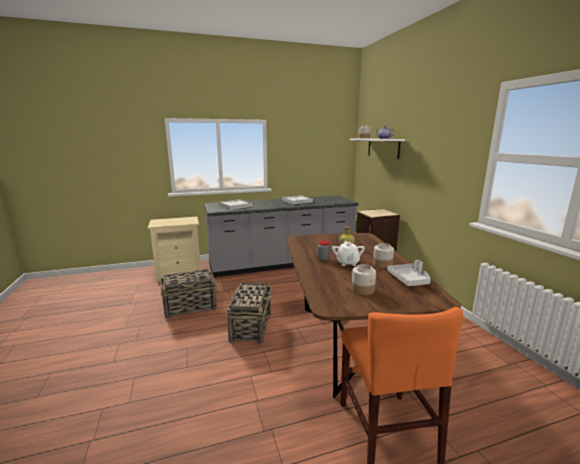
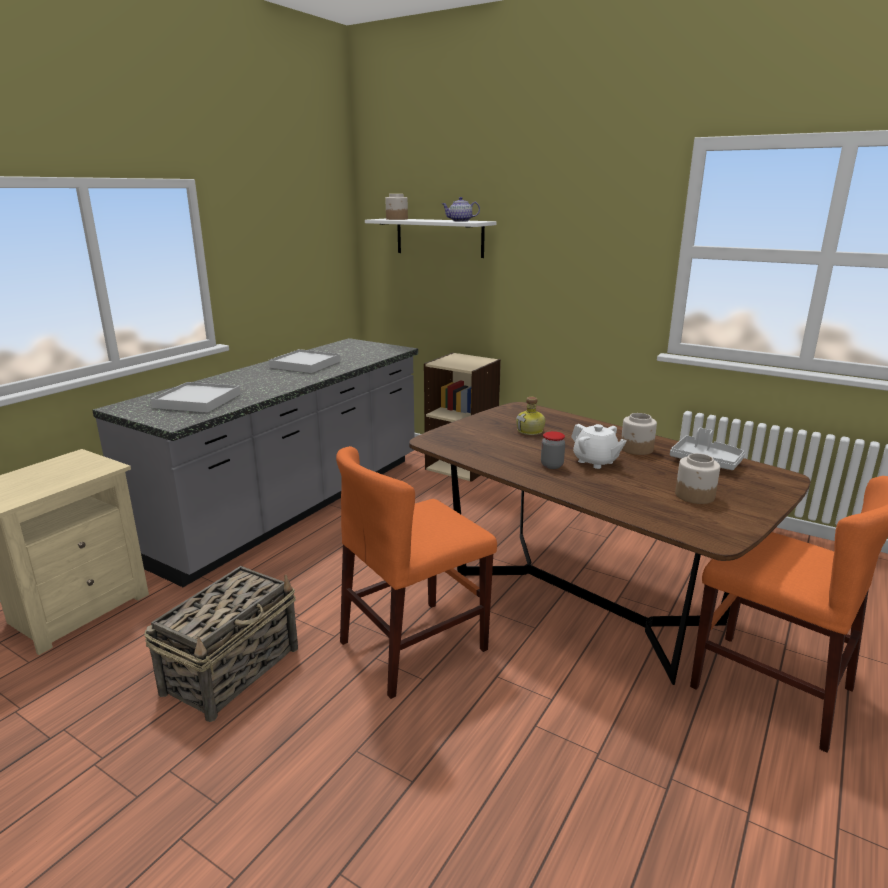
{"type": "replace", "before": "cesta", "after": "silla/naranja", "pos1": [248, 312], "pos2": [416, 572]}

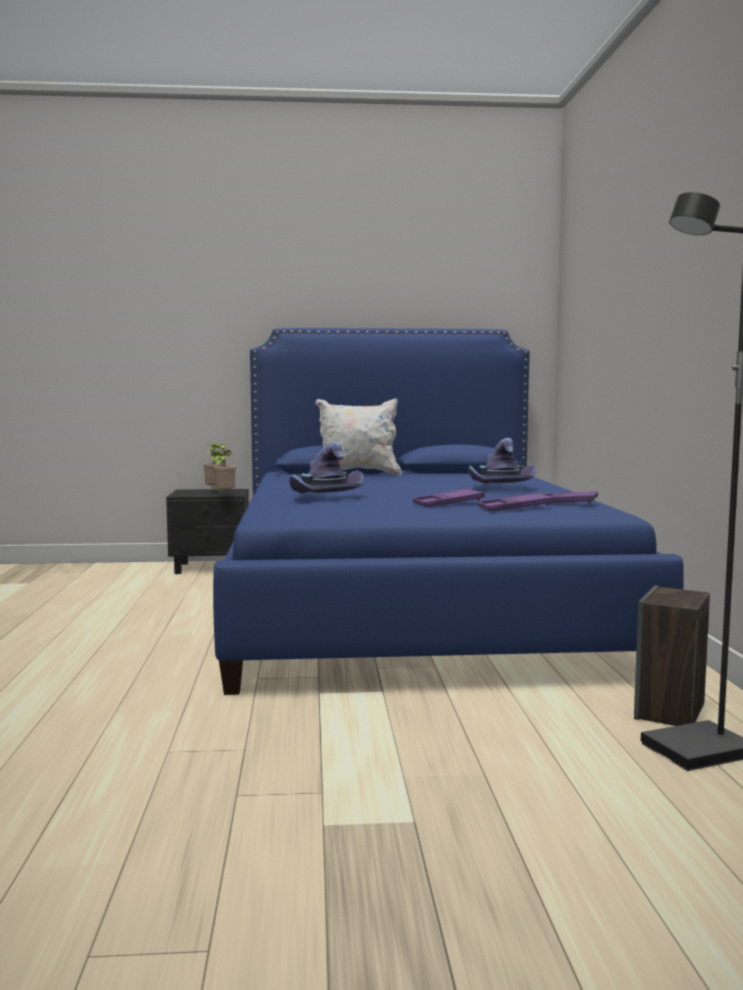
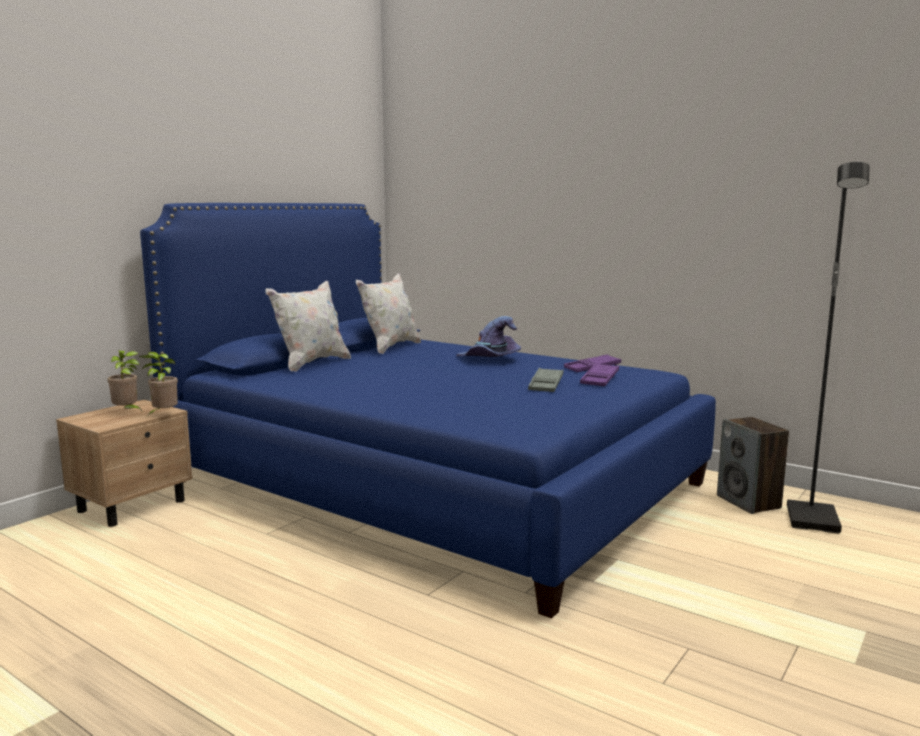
{"type": "delete", "before": "sombrero/morado", "pos1": [326, 467]}
{"type": "recolor", "before": "bandeja/morado", "after": "bandeja/gris", "pos1": [449, 497], "pos2": [545, 380]}
{"type": "recolor", "before": "mesita de noche/negro", "after": "mesita de noche/beis", "pos1": [207, 531], "pos2": [124, 463]}
{"type": "insert", "after": "cojín/blanco", "pos2": [388, 313]}

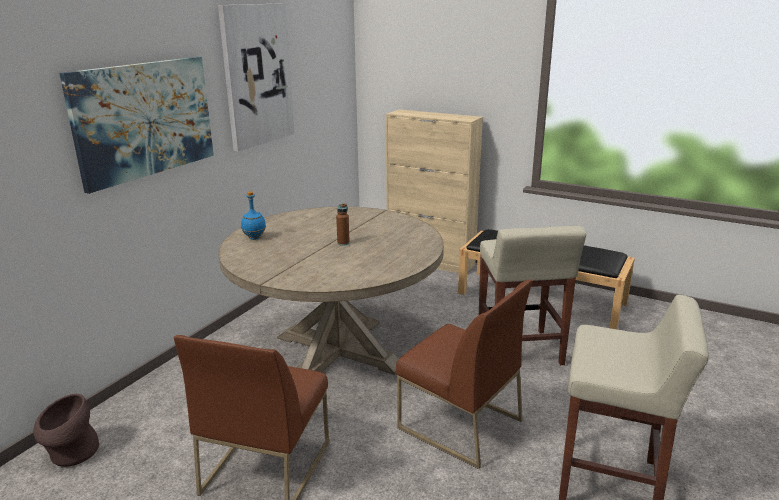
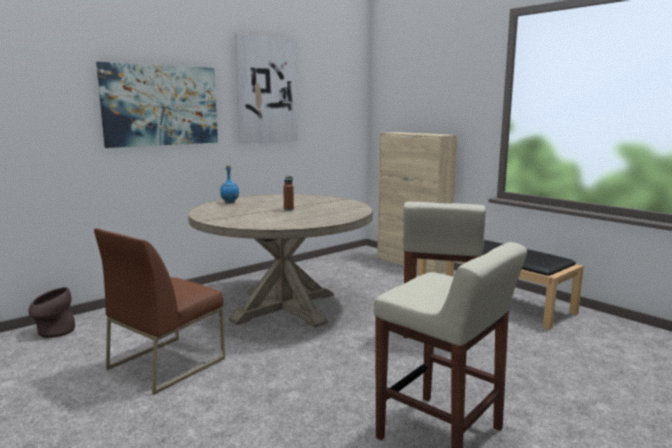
{"type": "delete", "before": "silla/marrón", "pos1": [464, 374]}

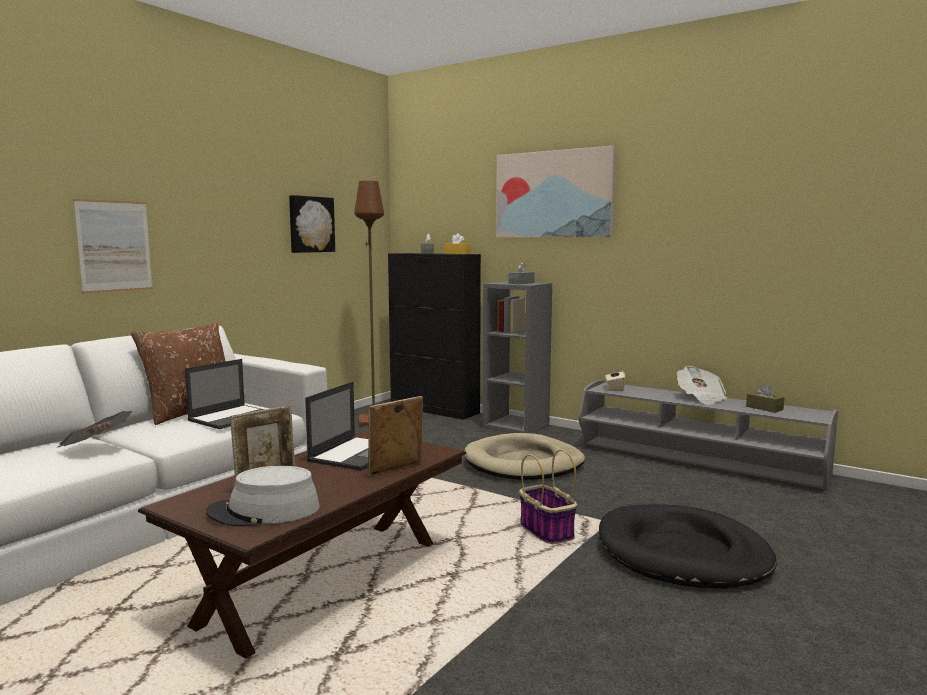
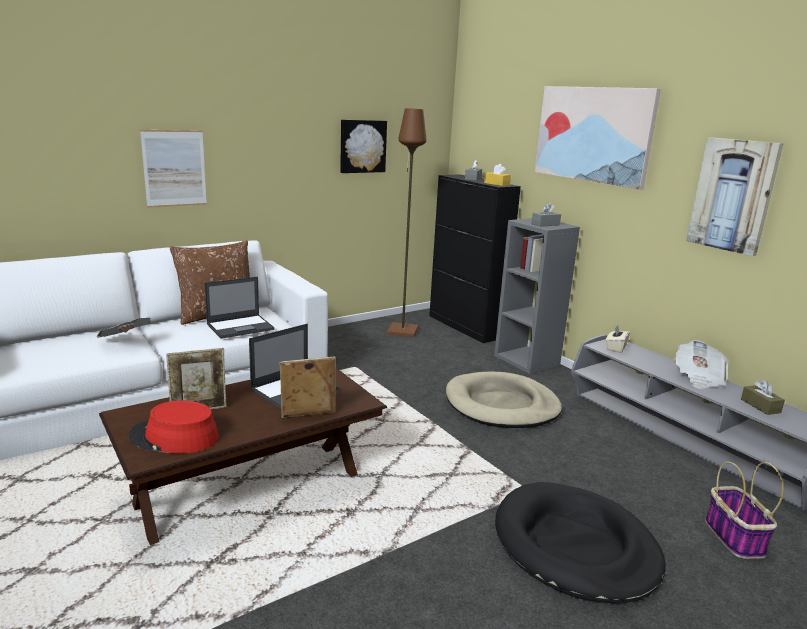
{"type": "move", "before": "cesta", "pos1": [548, 496], "pos2": [744, 510]}
{"type": "recolor", "before": "sombrero/gris", "after": "sombrero/rojo", "pos1": [263, 496], "pos2": [174, 426]}
{"type": "insert", "after": "cuadro", "pos2": [734, 196]}

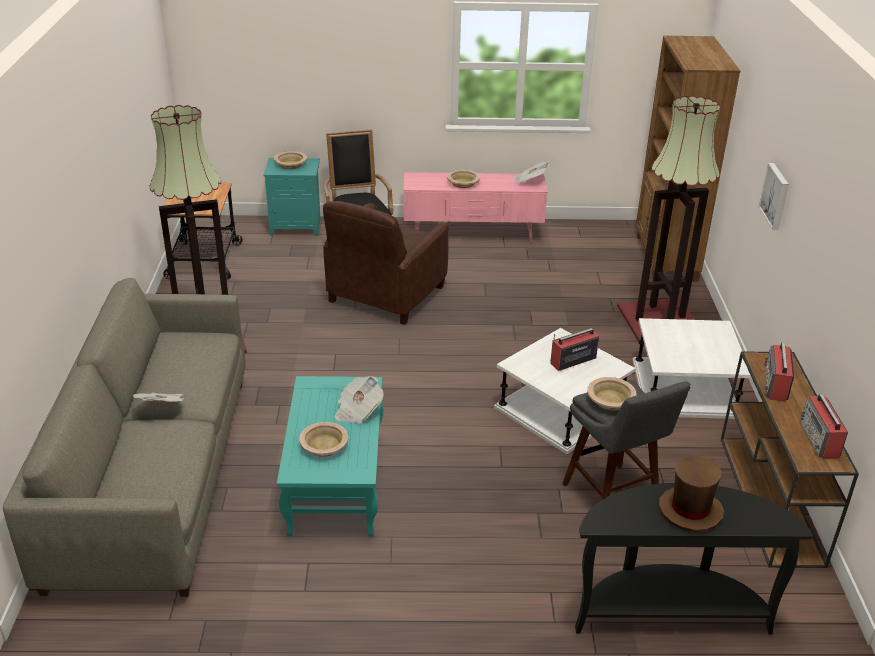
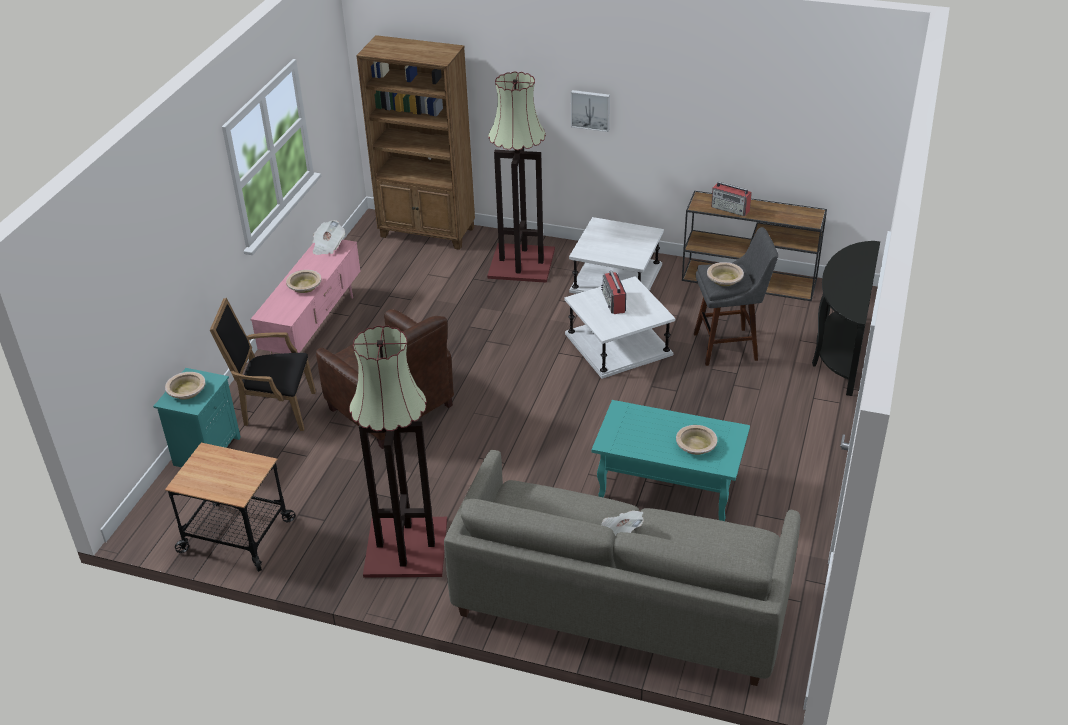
{"type": "delete", "before": "periódico", "pos1": [359, 400]}
{"type": "delete", "before": "radio", "pos1": [824, 426]}
{"type": "delete", "before": "sombrero/marrón", "pos1": [691, 493]}

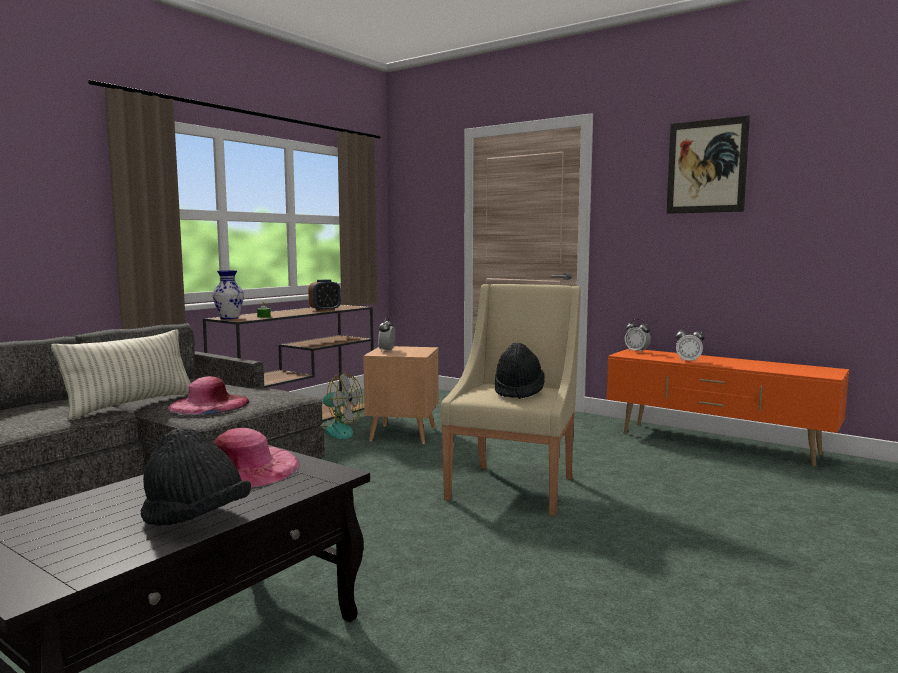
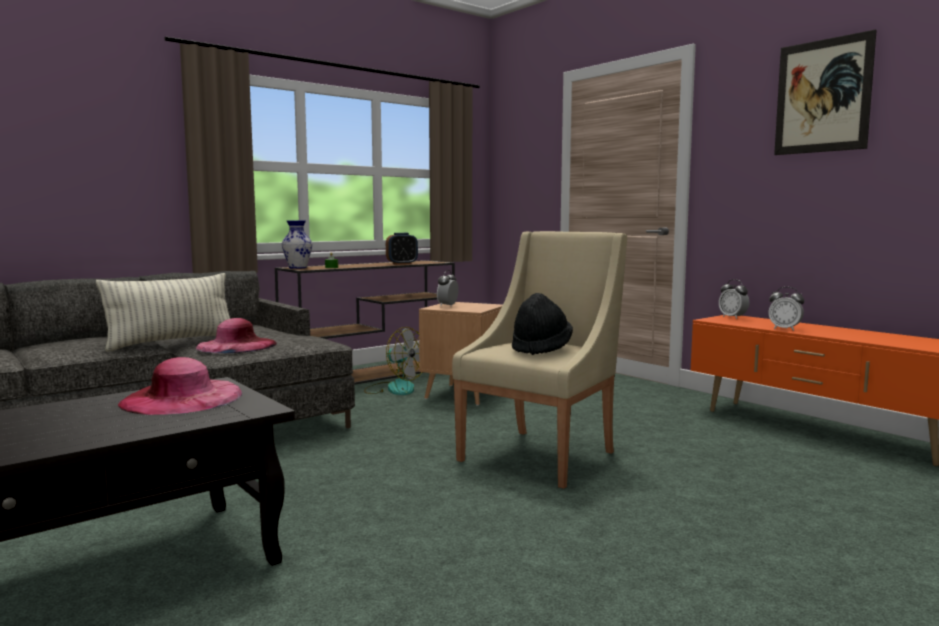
{"type": "delete", "before": "sombrero/negro", "pos1": [196, 477]}

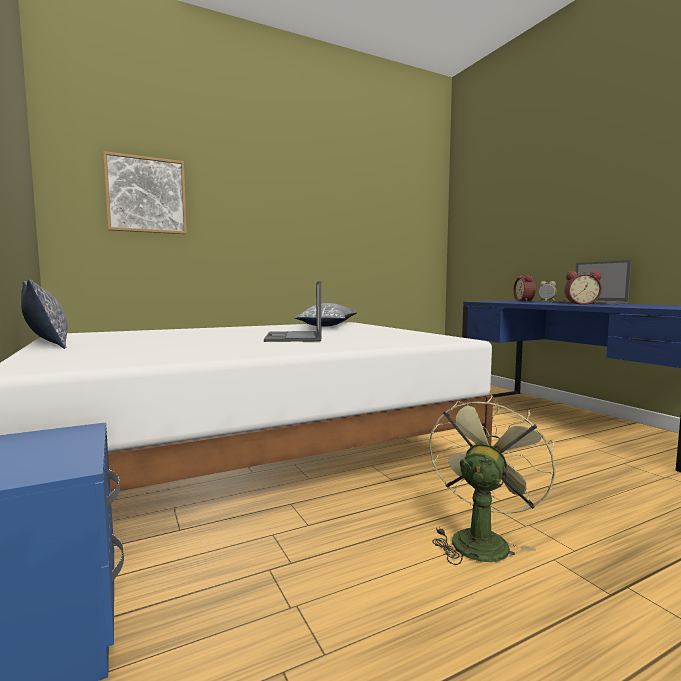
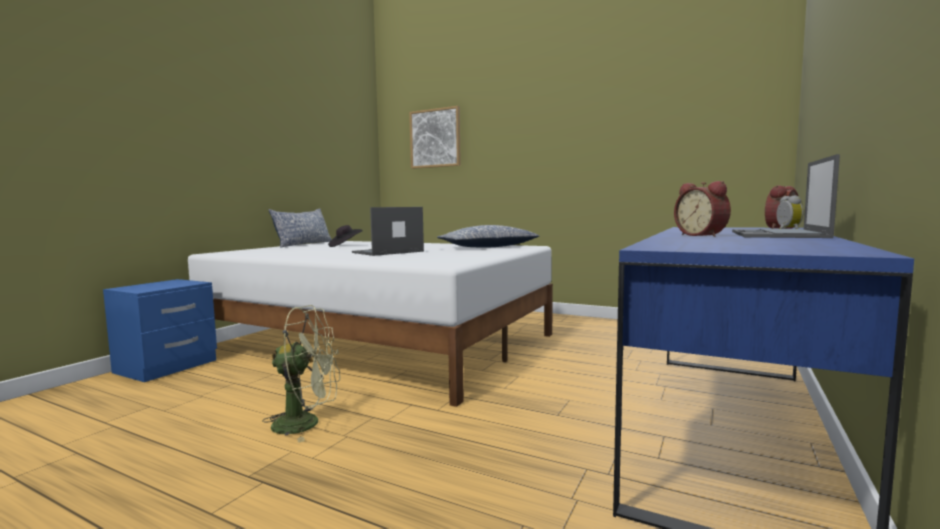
{"type": "insert", "after": "sombrero/negro", "pos2": [345, 236]}

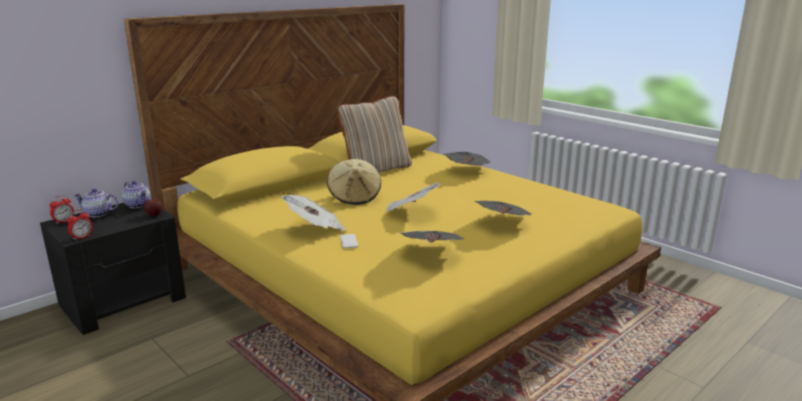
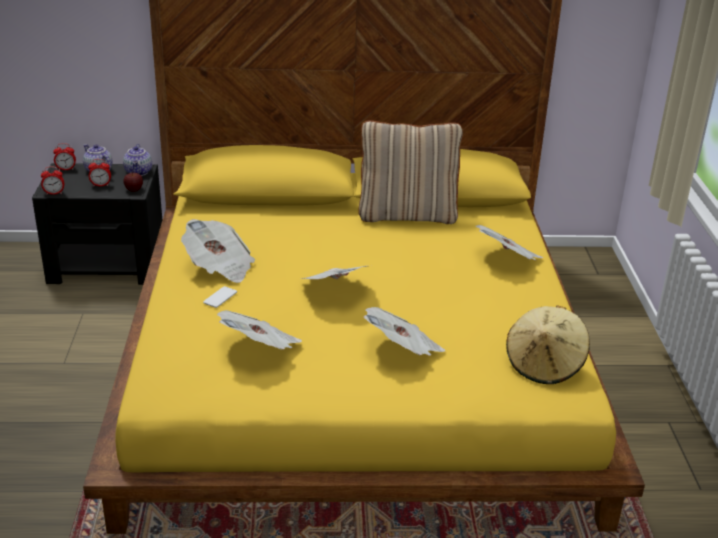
{"type": "move", "before": "sombrero/beis", "pos1": [354, 182], "pos2": [548, 345]}
{"type": "insert", "after": "despertador", "pos2": [99, 173]}

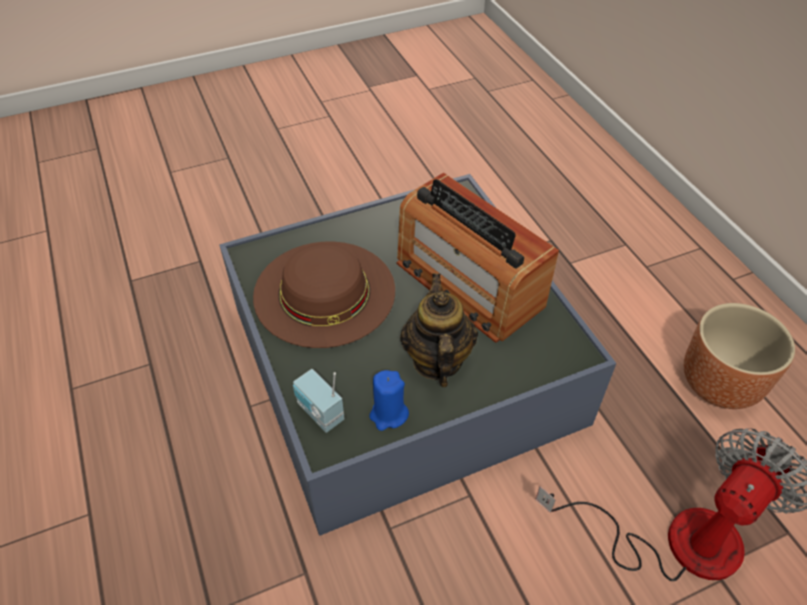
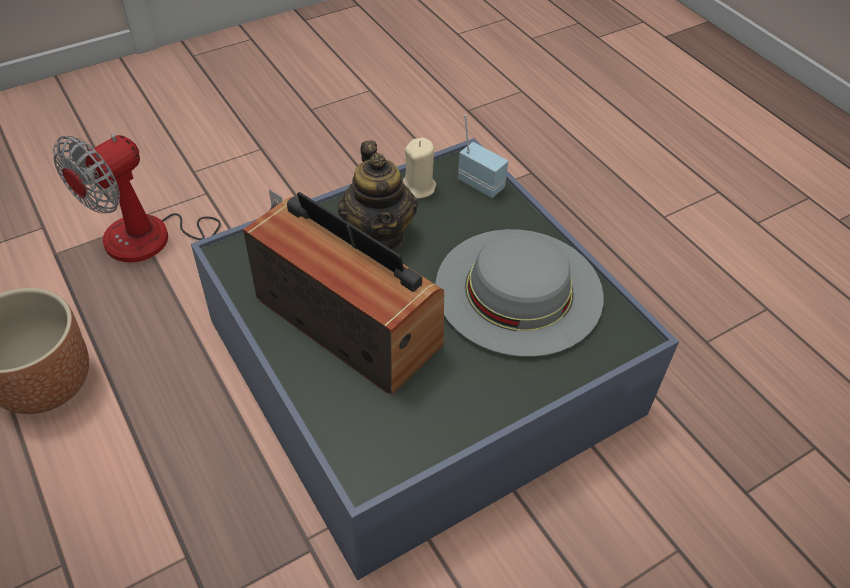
{"type": "recolor", "before": "sombrero/marrón", "after": "sombrero/gris", "pos1": [324, 295], "pos2": [520, 293]}
{"type": "recolor", "before": "vela/azul", "after": "vela/beis", "pos1": [389, 400], "pos2": [419, 168]}

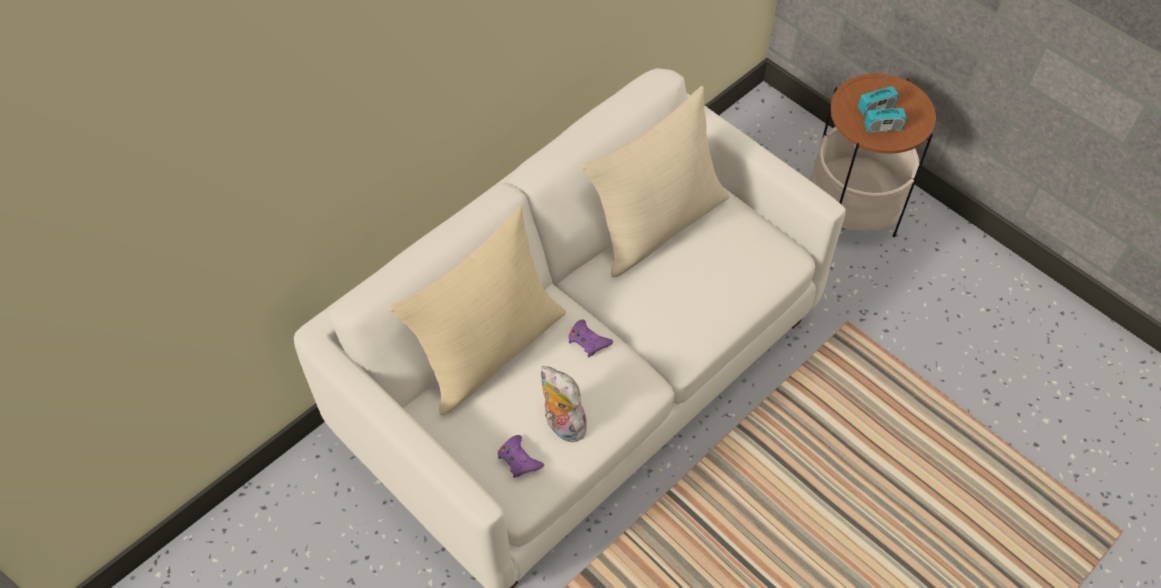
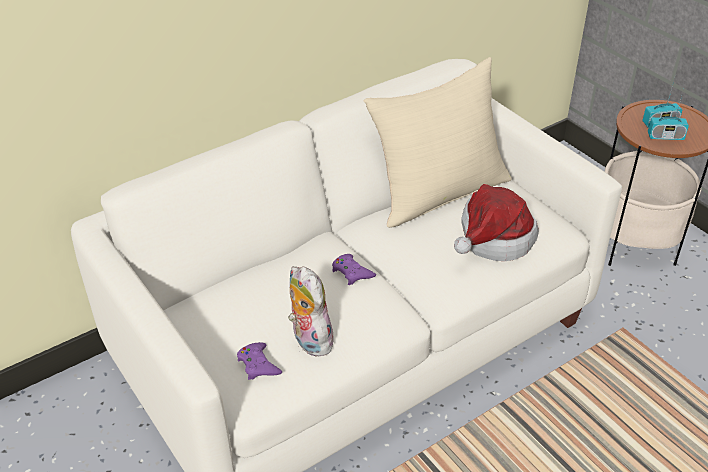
{"type": "delete", "before": "cojín/beis", "pos1": [477, 310]}
{"type": "insert", "after": "sombrero", "pos2": [496, 222]}

